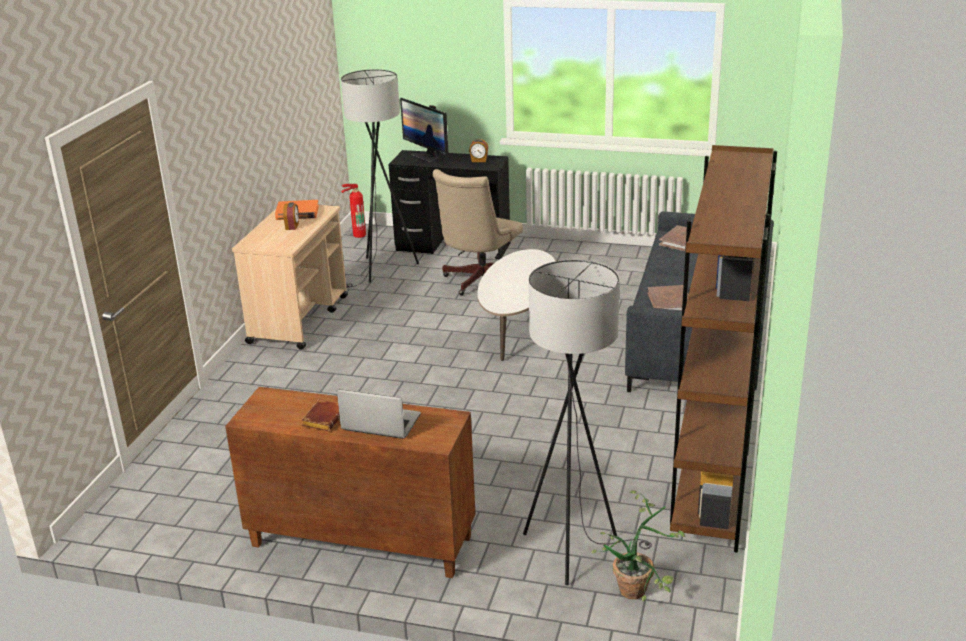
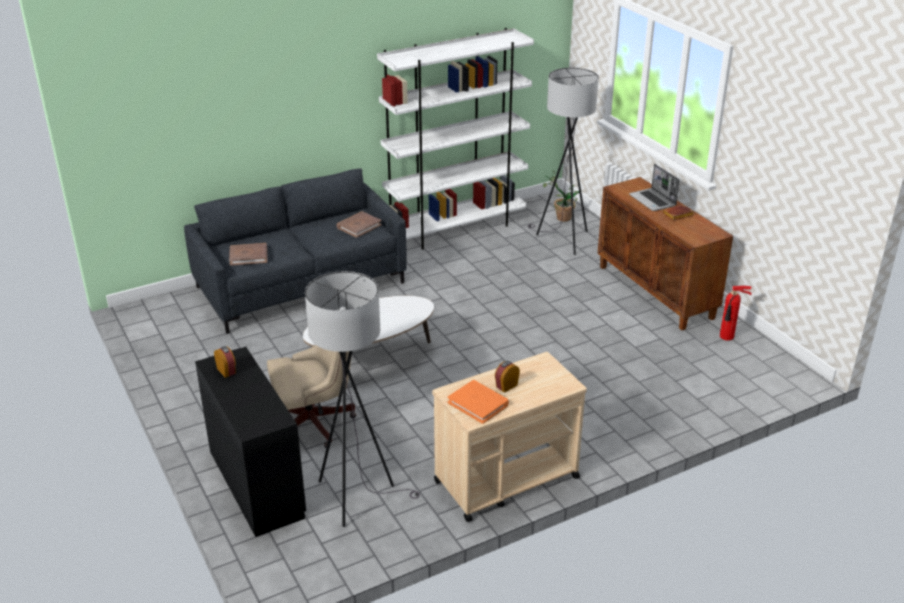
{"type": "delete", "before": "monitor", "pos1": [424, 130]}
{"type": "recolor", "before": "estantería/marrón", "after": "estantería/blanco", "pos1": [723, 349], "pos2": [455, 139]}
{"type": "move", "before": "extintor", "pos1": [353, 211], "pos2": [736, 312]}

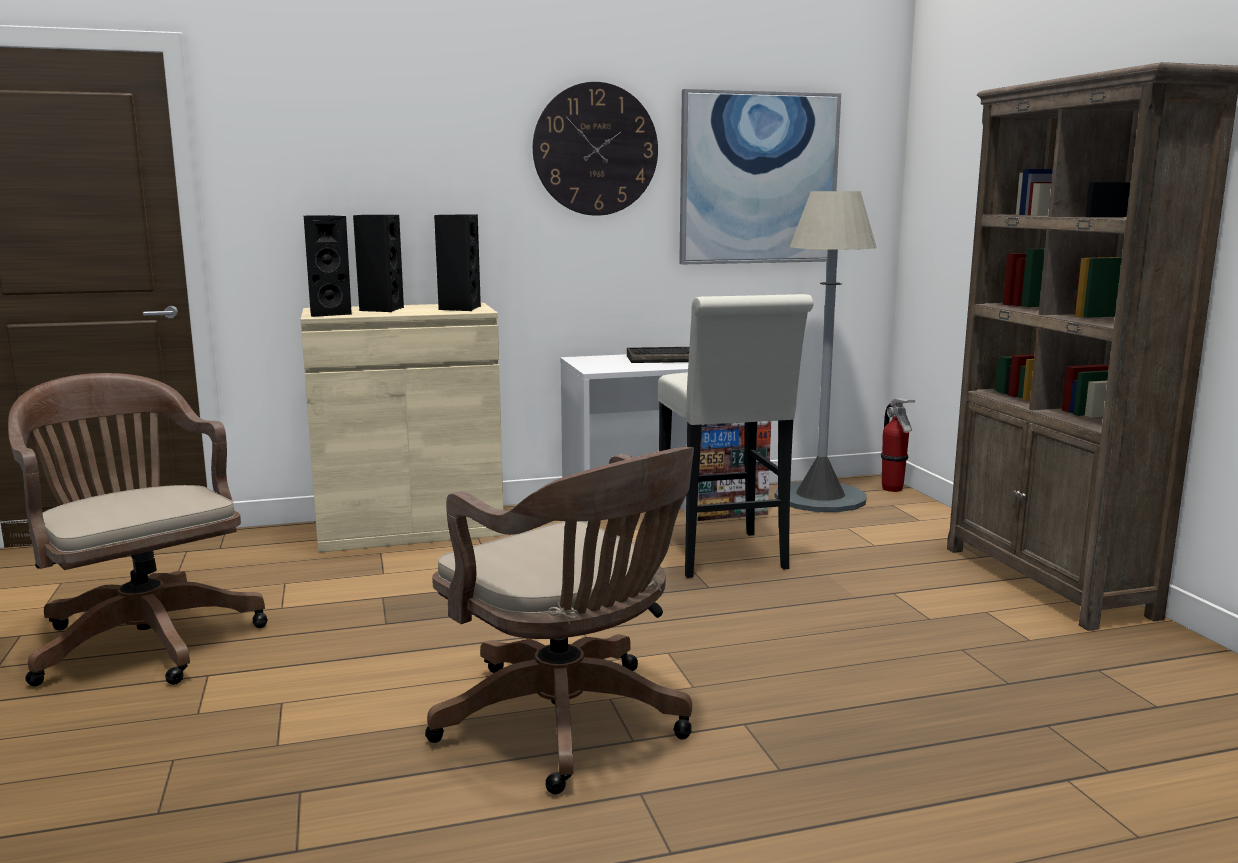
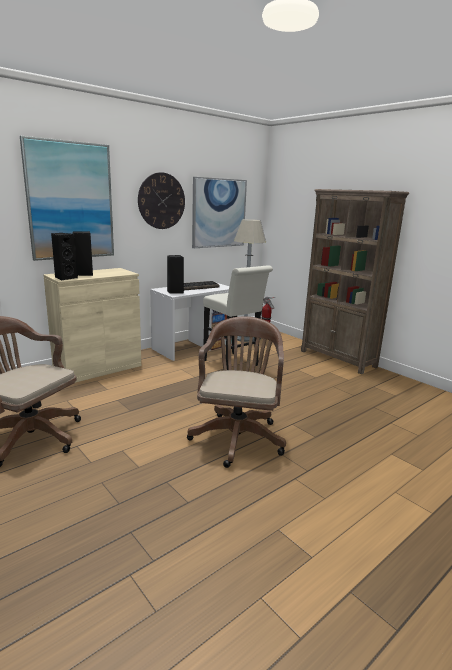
{"type": "move", "before": "altavoz/negro", "pos1": [457, 262], "pos2": [175, 274]}
{"type": "rotate", "before": "silla de oficina/marrón", "pos1": [559, 620], "pos2": [236, 392], "turn": -105}
{"type": "insert", "after": "cuadro", "pos2": [67, 198]}

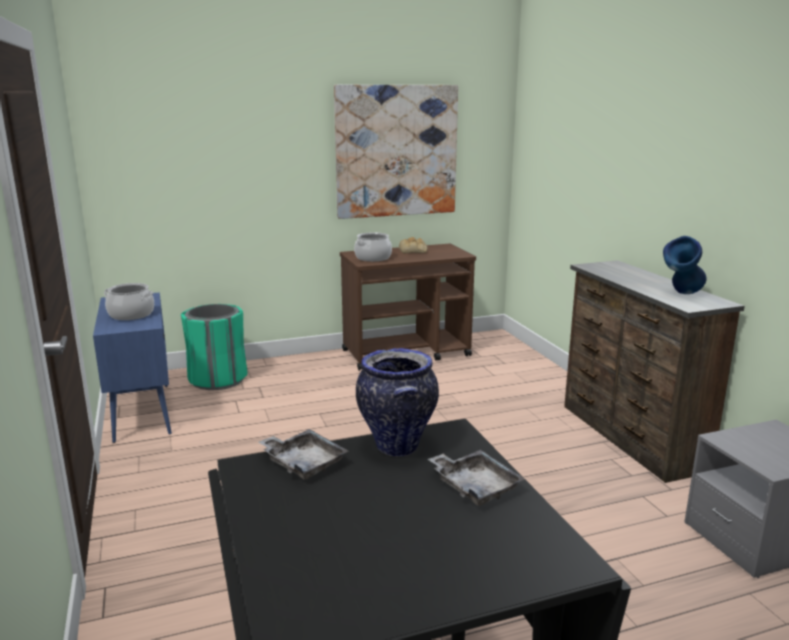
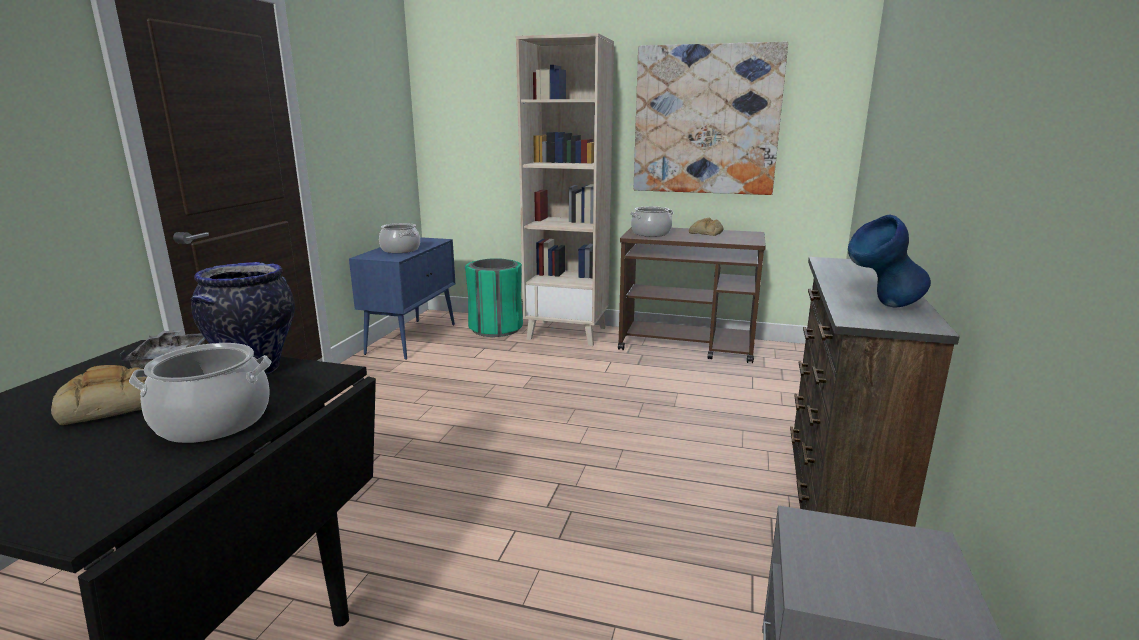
{"type": "replace", "before": "bandeja/gris", "after": "olla", "pos1": [476, 478], "pos2": [200, 393]}
{"type": "insert", "after": "estantería/beis", "pos2": [565, 189]}
{"type": "insert", "after": "pan", "pos2": [99, 395]}

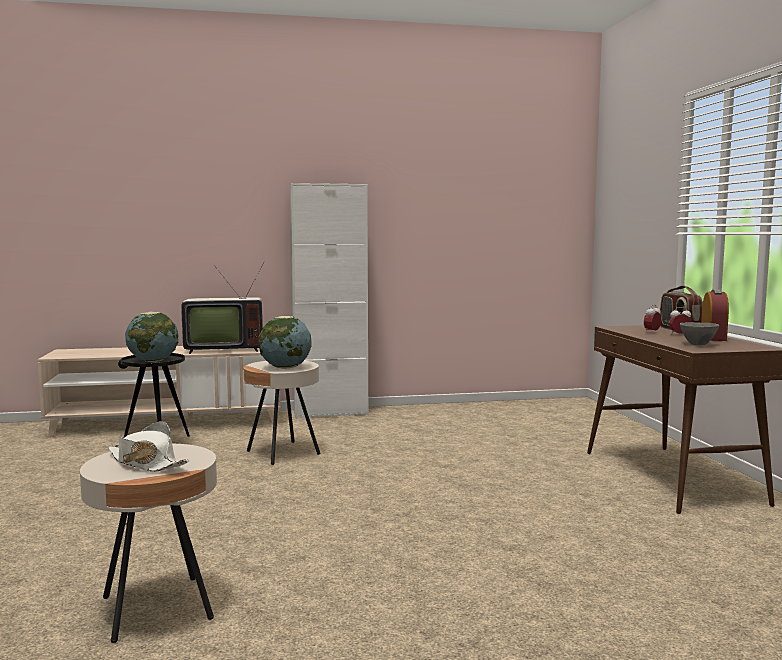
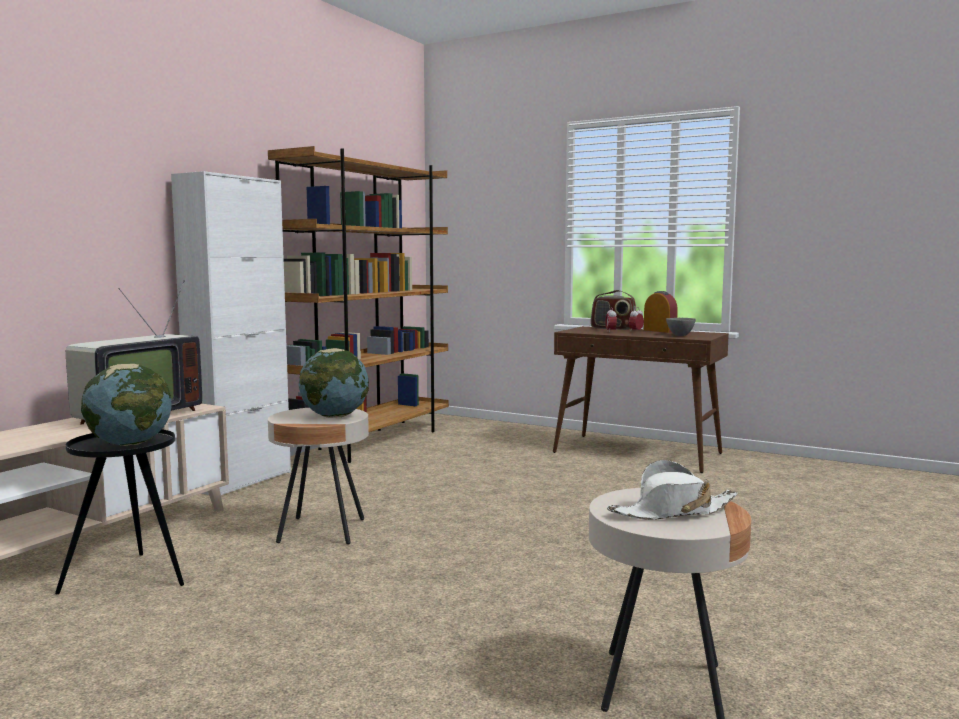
{"type": "insert", "after": "estantería/marrón", "pos2": [358, 304]}

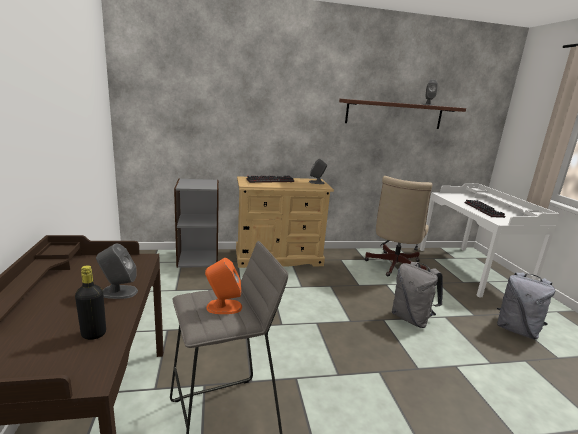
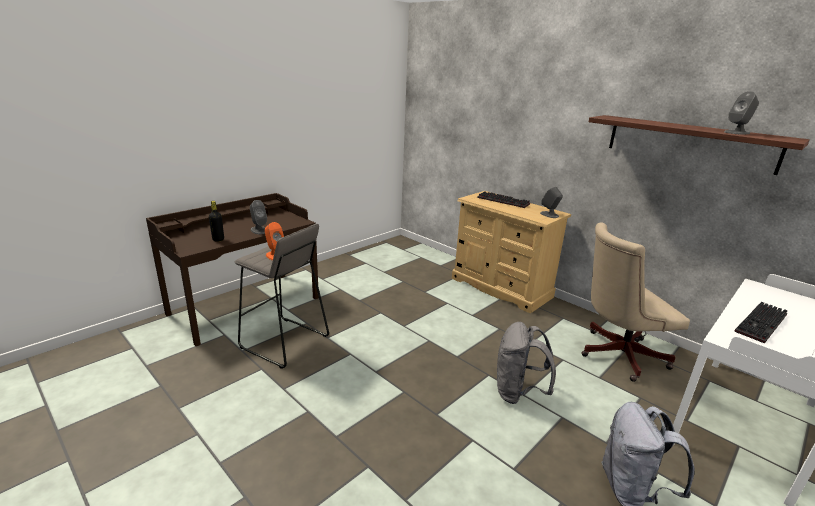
{"type": "delete", "before": "estantería/gris", "pos1": [196, 223]}

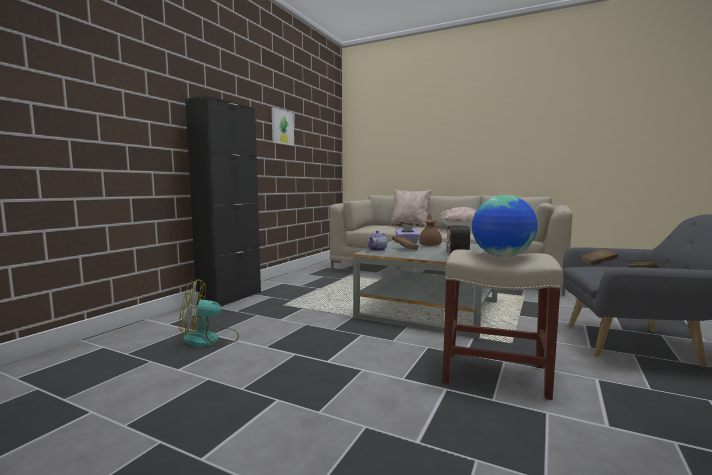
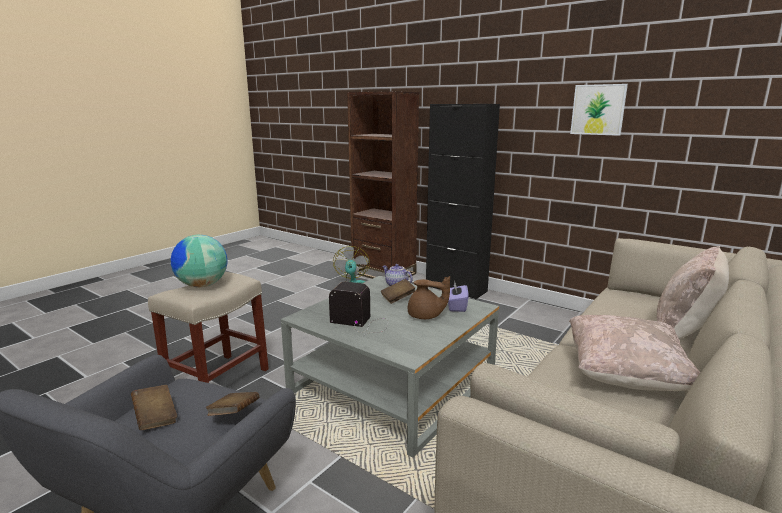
{"type": "insert", "after": "estantería/marrón", "pos2": [383, 185]}

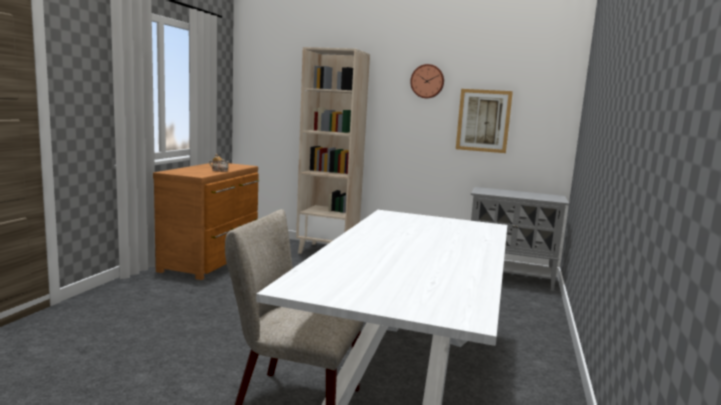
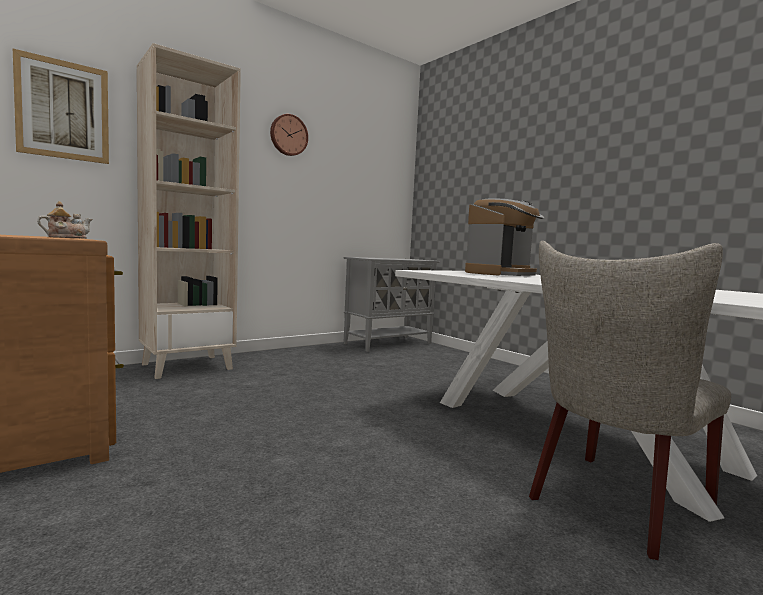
{"type": "move", "before": "cuadro", "pos1": [484, 121], "pos2": [61, 106]}
{"type": "insert", "after": "cafetera", "pos2": [504, 237]}

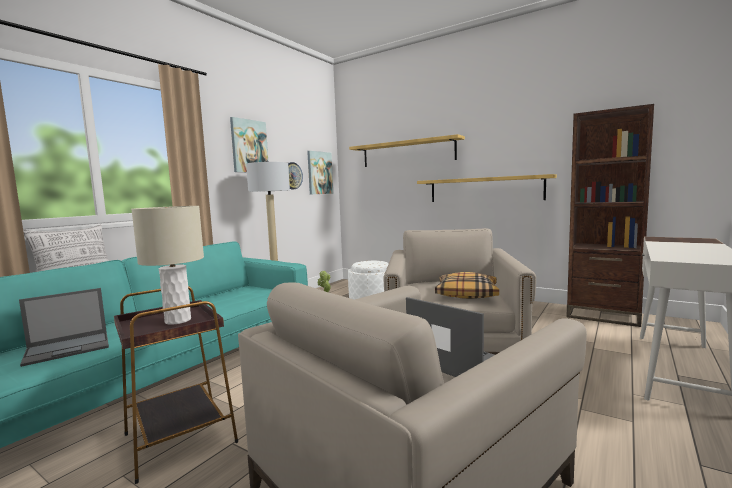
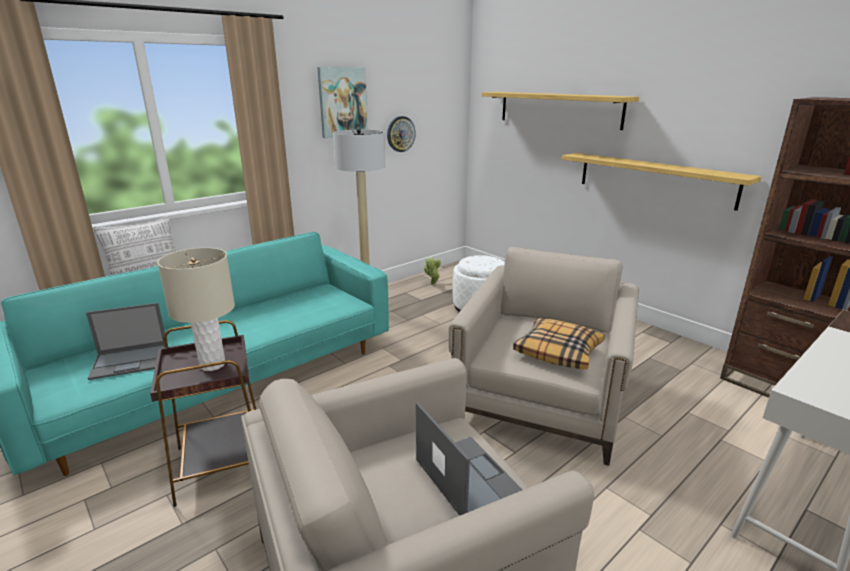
{"type": "delete", "before": "cuadro", "pos1": [320, 172]}

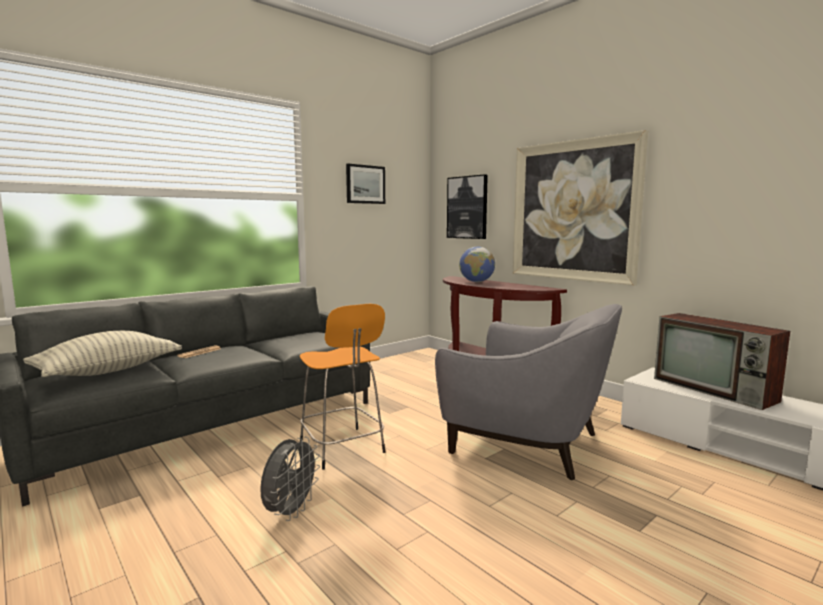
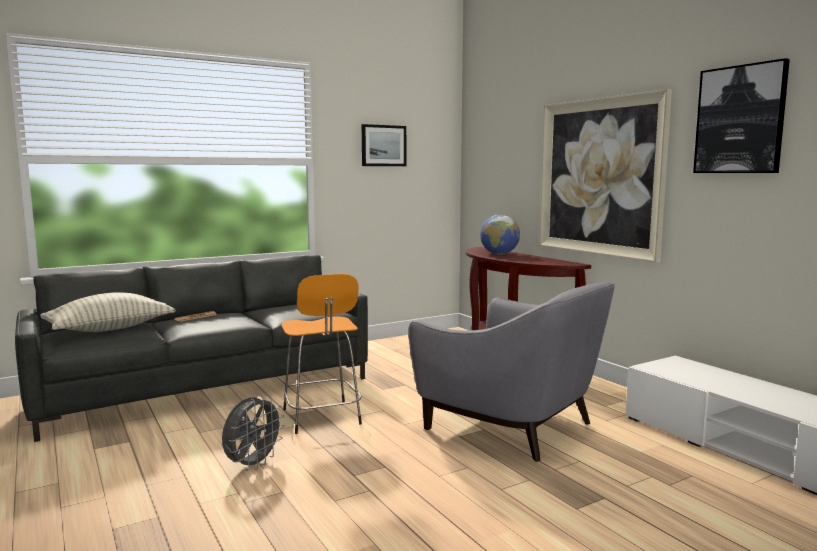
{"type": "move", "before": "cuadro", "pos1": [467, 206], "pos2": [741, 115]}
{"type": "delete", "before": "televisor", "pos1": [722, 361]}

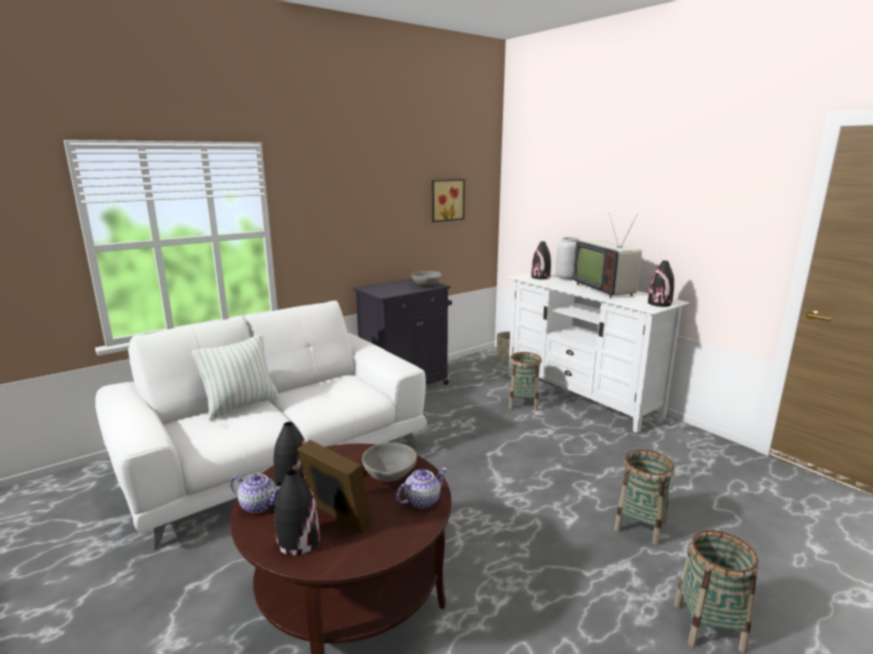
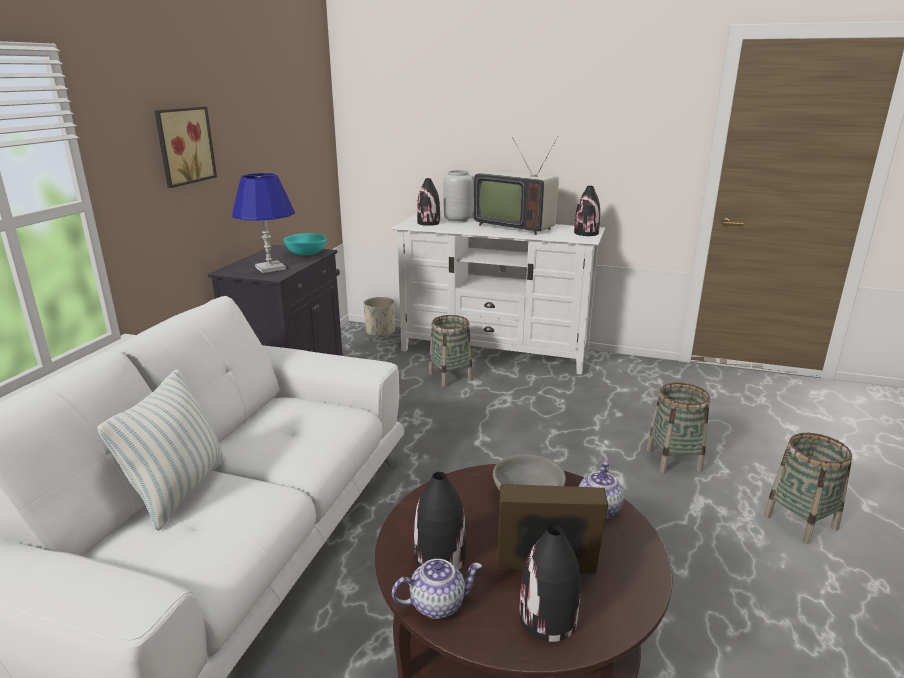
{"type": "move", "before": "cuadro", "pos1": [448, 200], "pos2": [186, 147]}
{"type": "recolor", "before": "cuenco/gris", "after": "cuenco/turquesa", "pos1": [426, 279], "pos2": [305, 244]}
{"type": "insert", "after": "lámpara de mesa/azul", "pos2": [263, 223]}

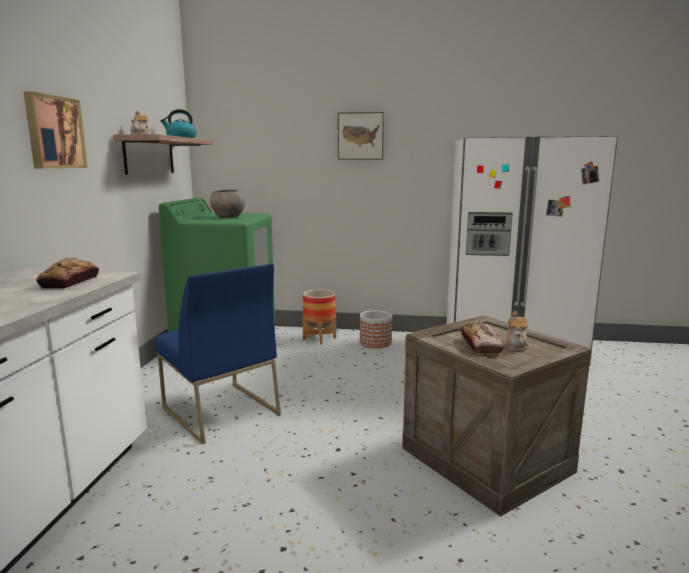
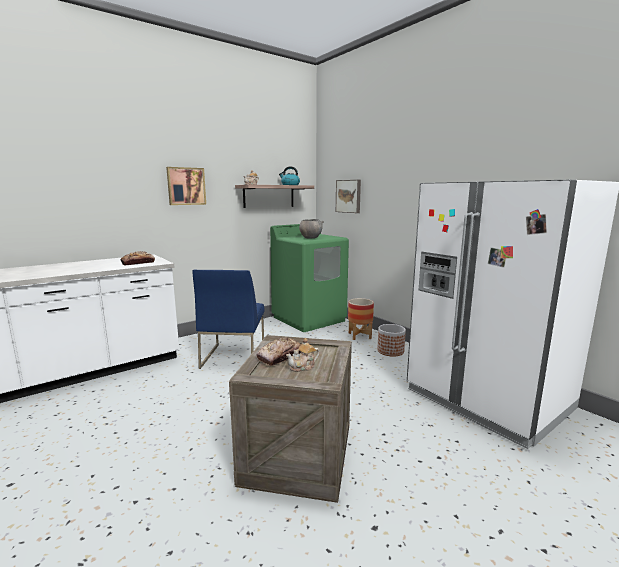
{"type": "move", "before": "cuadro", "pos1": [361, 136], "pos2": [348, 196]}

